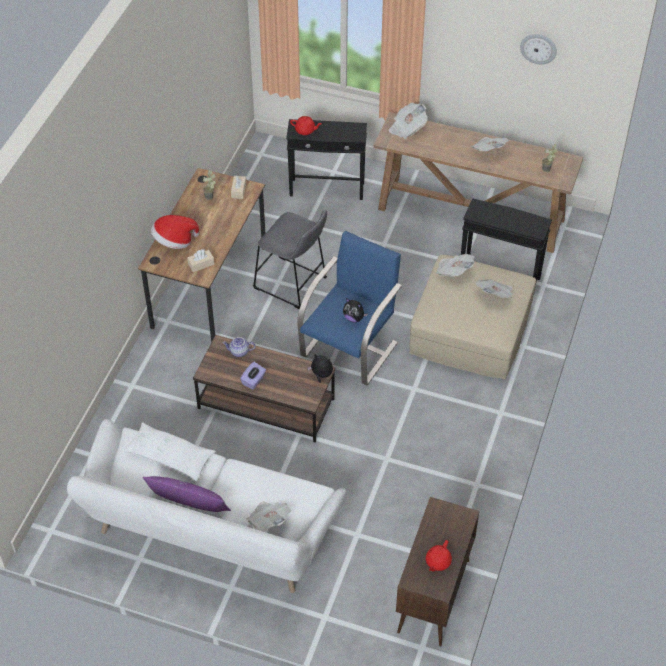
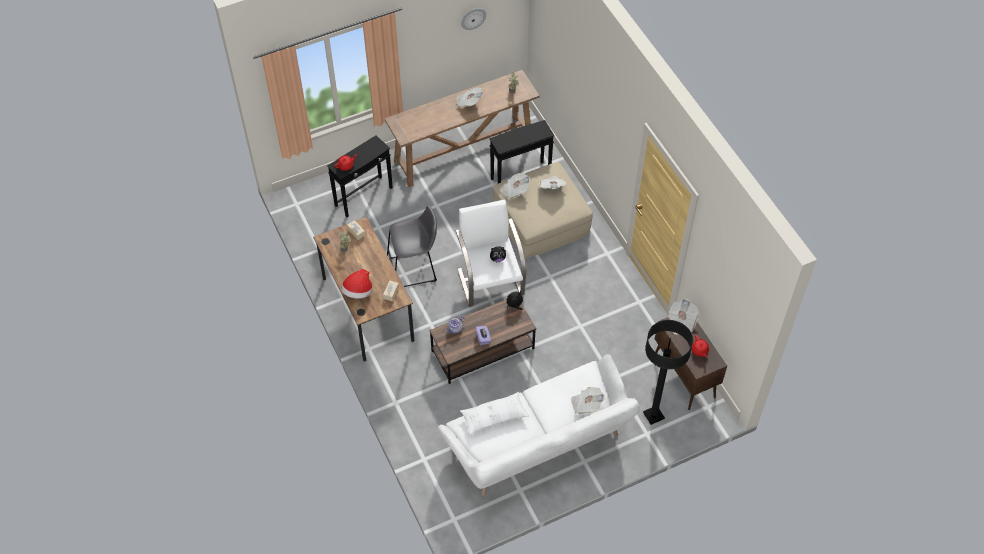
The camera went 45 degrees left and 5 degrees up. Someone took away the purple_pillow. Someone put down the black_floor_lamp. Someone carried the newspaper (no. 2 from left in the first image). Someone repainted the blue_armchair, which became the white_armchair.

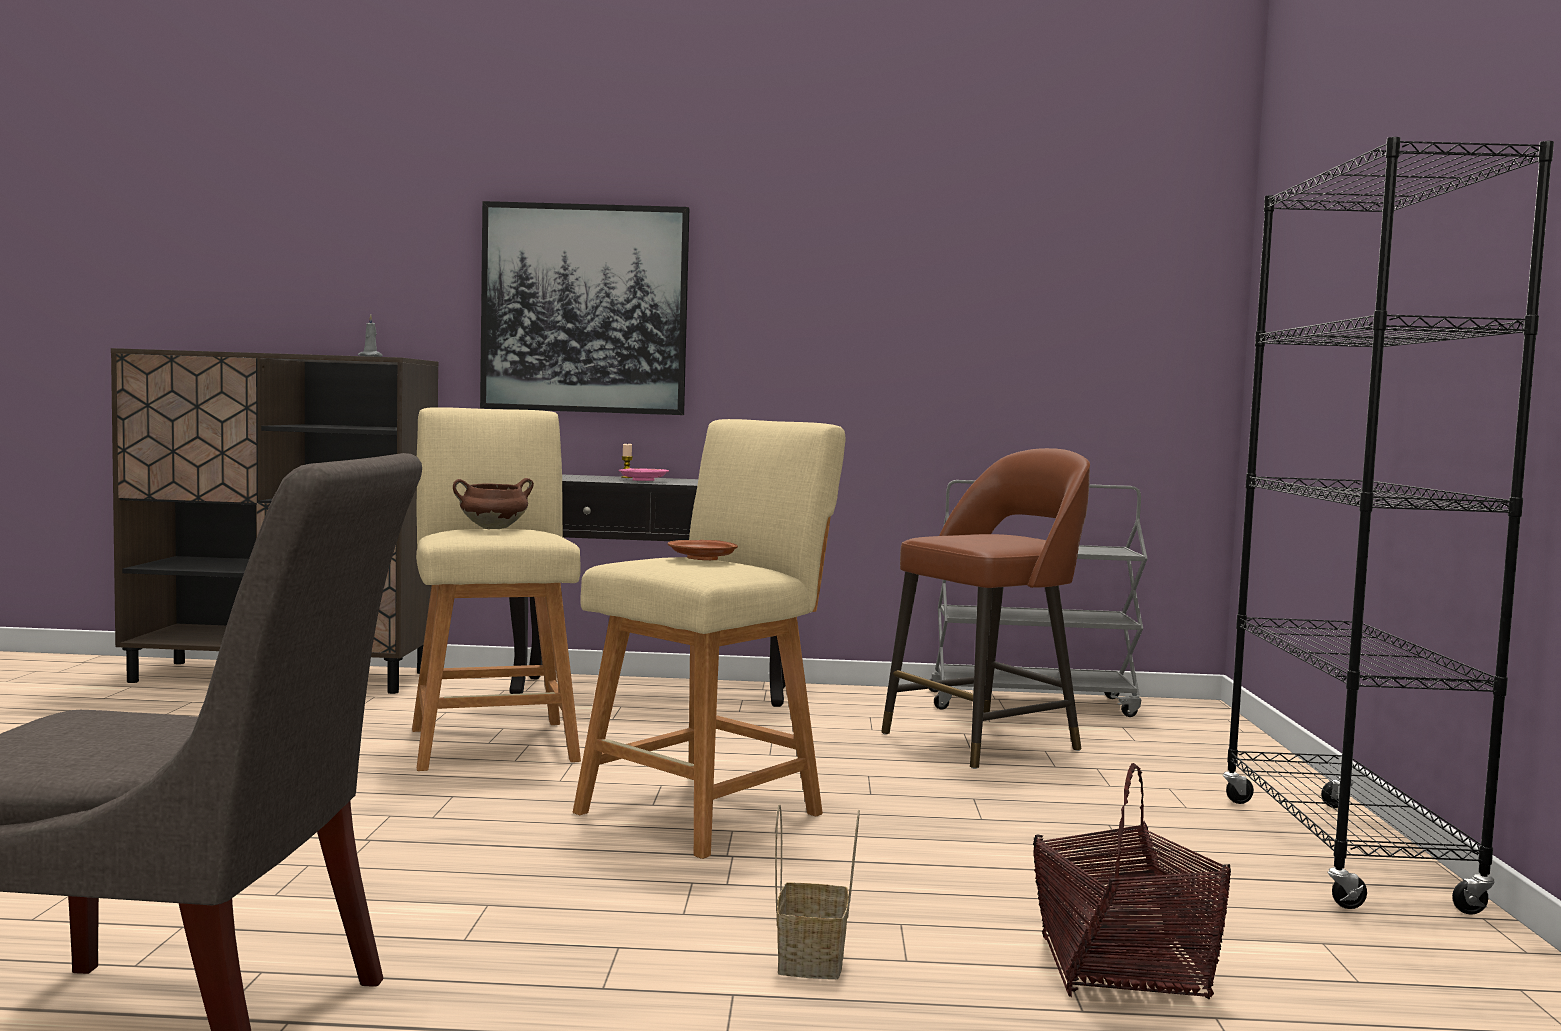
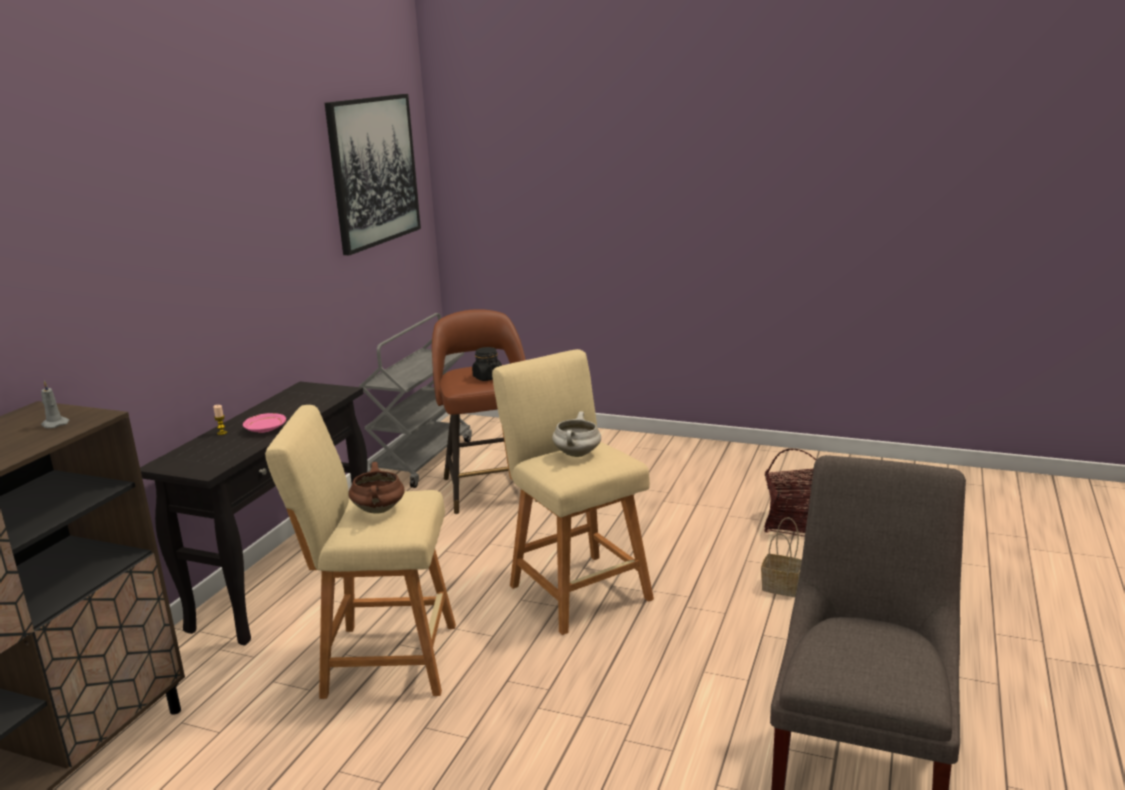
The camera went 70 degrees left and 15 degrees up. Someone took away the black_bookcase. Someone put down the black_jar. Someone carried the picture. Someone swapped the brown_plate for the white_cooking_pot.

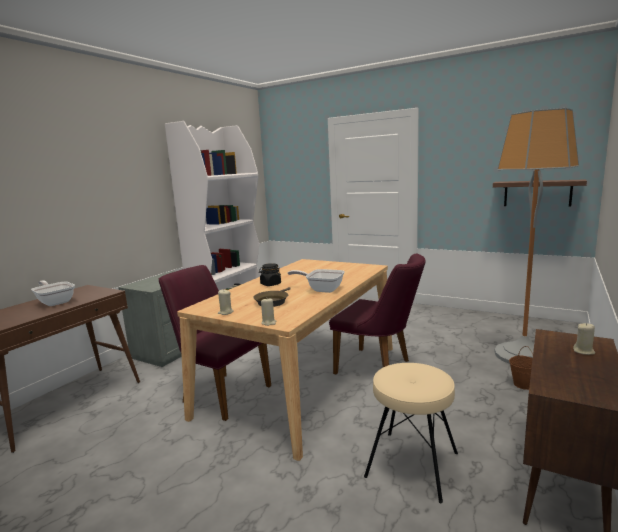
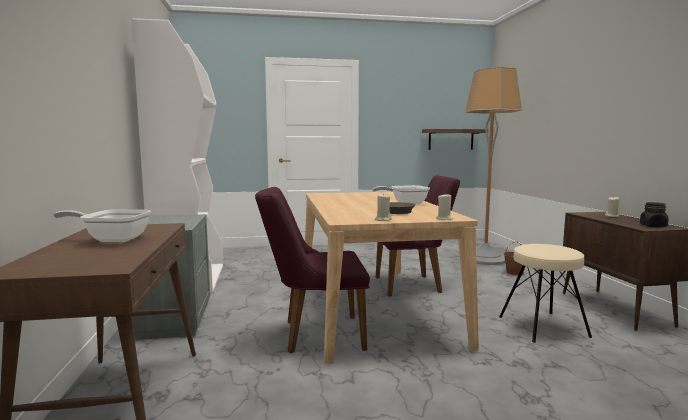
The camera went 40 degrees left and 5 degrees down. Someone carried the black_jar.

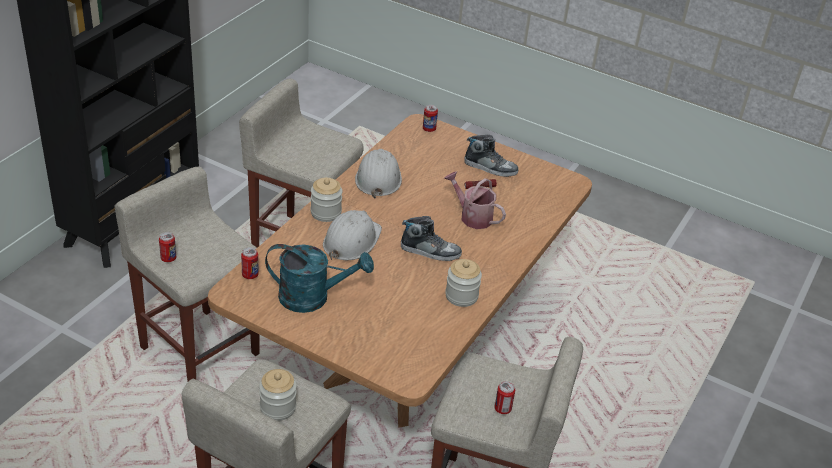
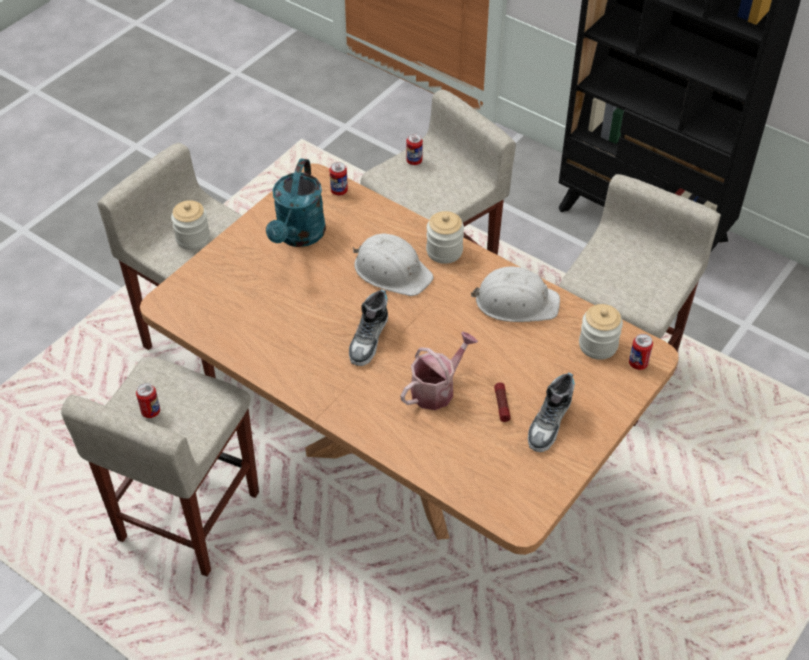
The camera went 100 degrees right and 10 degrees up. Someone carried the jar (no. 3 from left).

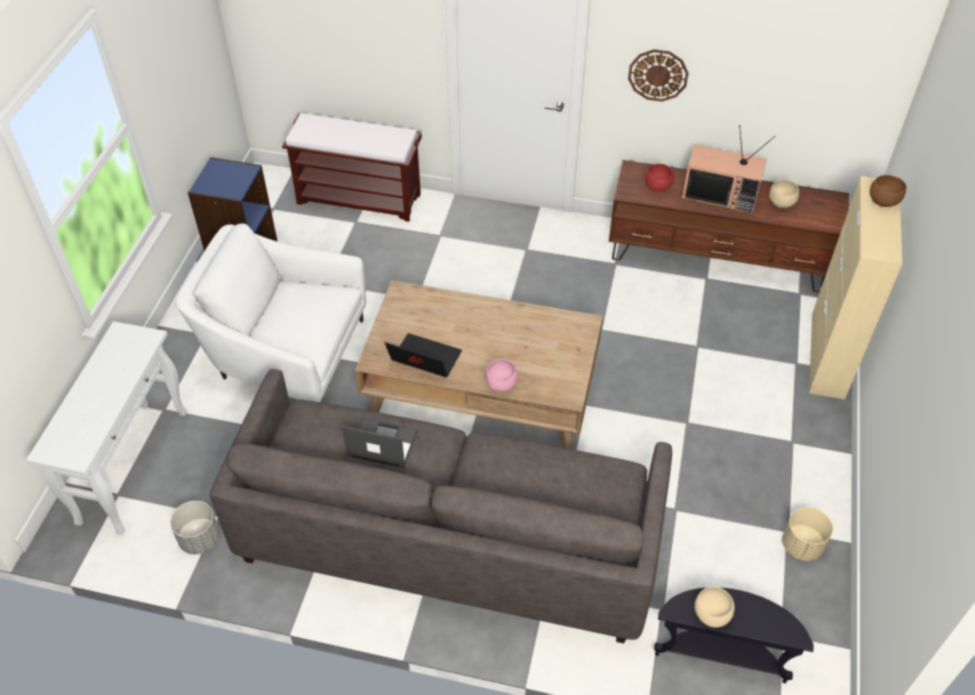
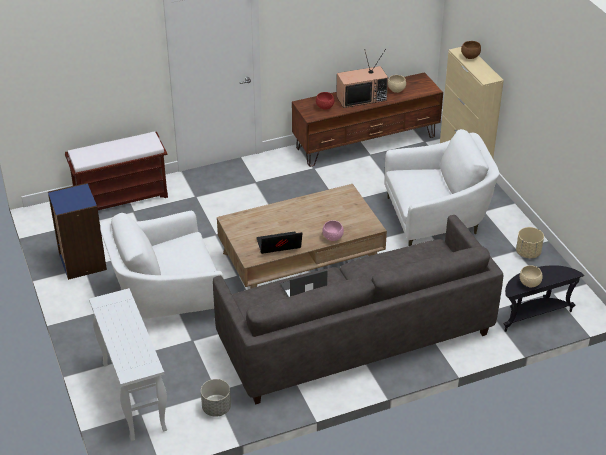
The camera went 35 degrees left and 10 degrees down. Someone took away the wall_clock. Someone put down the white_armchair (no. 2 from left).

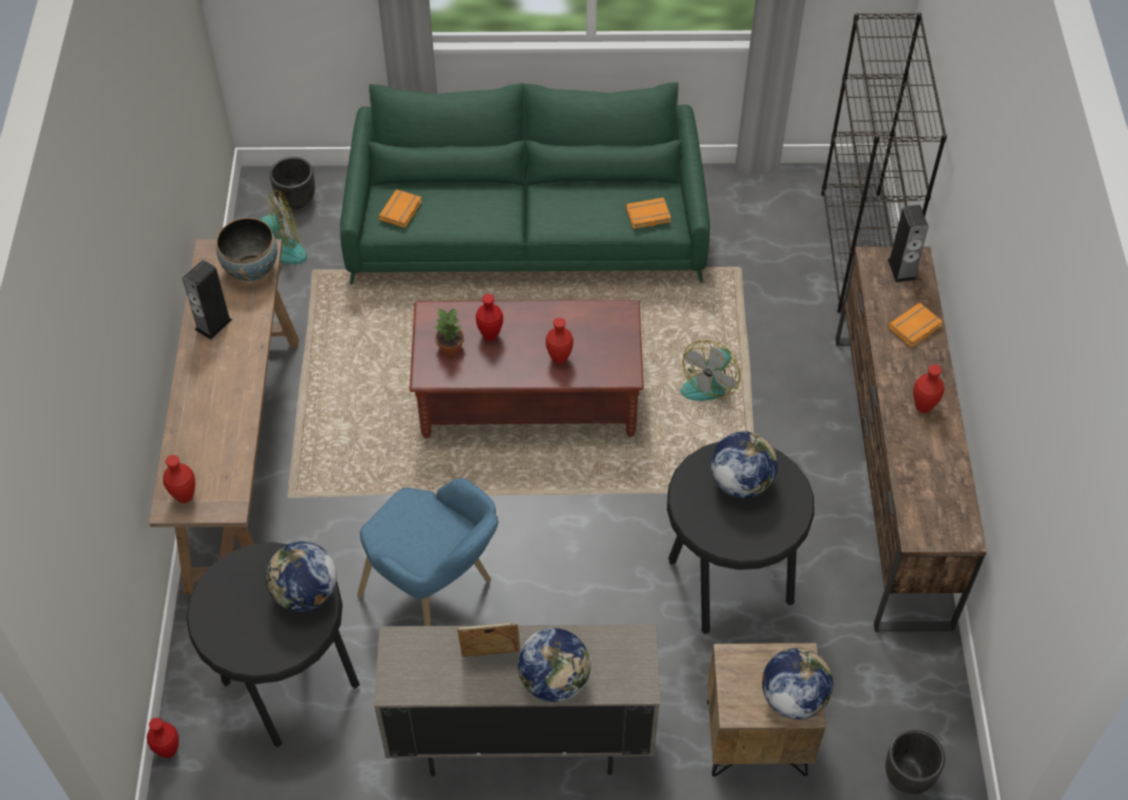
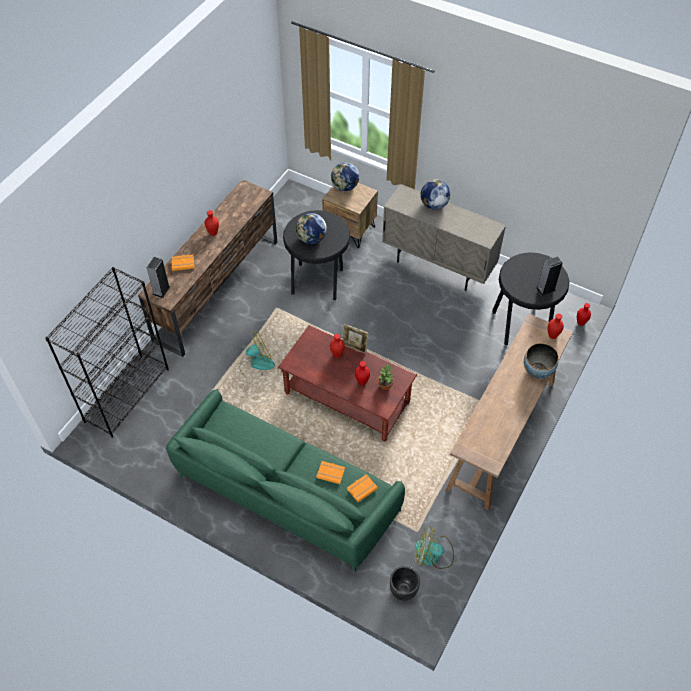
The camera went 150 degrees left and 0 degrees up. Someone took away the globe (no. 1 from left). Someone took away the blue_armchair. Someone took away the black_planter (no. 2 from left). Someone carried the speaker (no. 1 from left in the first image). Someone carried the bowl. Someone carried the picture_frame. Someone carried the orange_book (no. 2 from left).

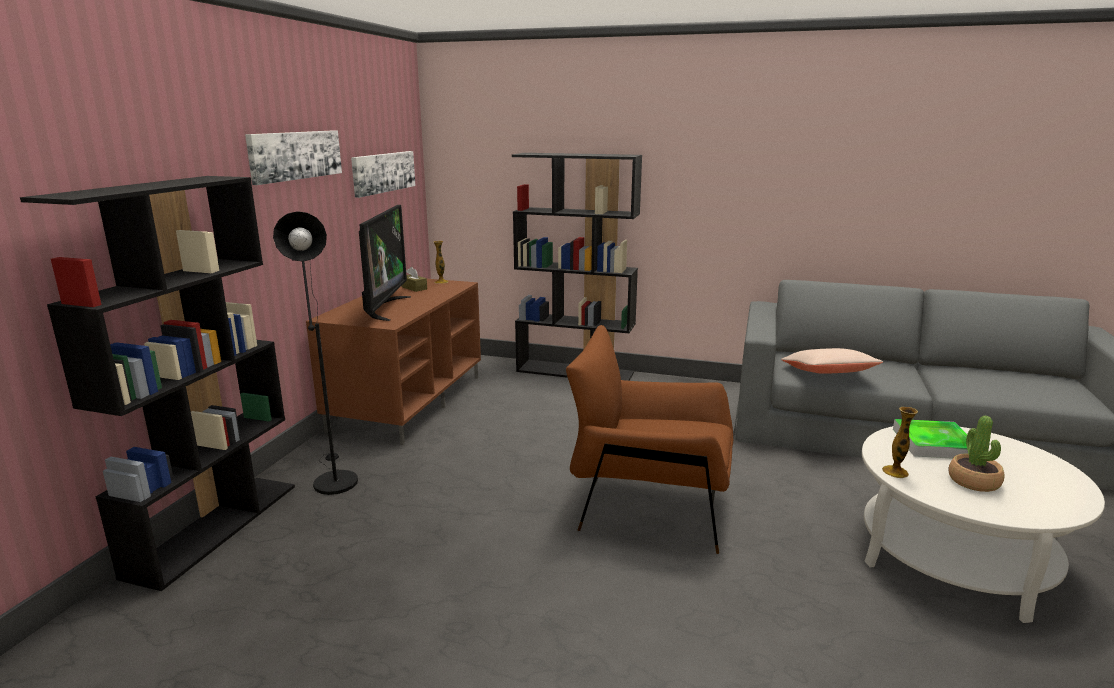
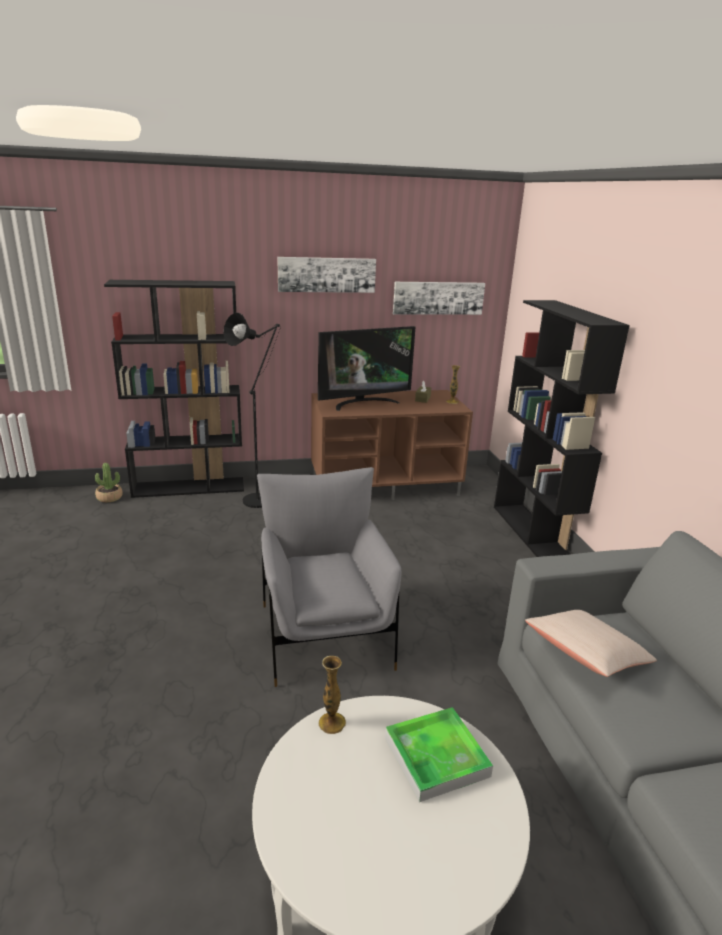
The camera went 60 degrees right and 5 degrees up. Someone carried the potted_plant. Someone repainted the brown_armchair, which became the grey_armchair.

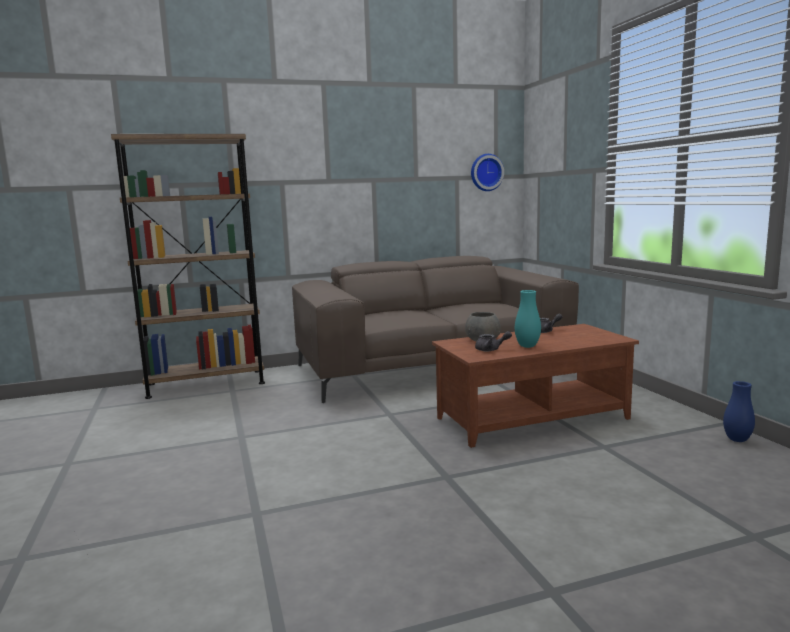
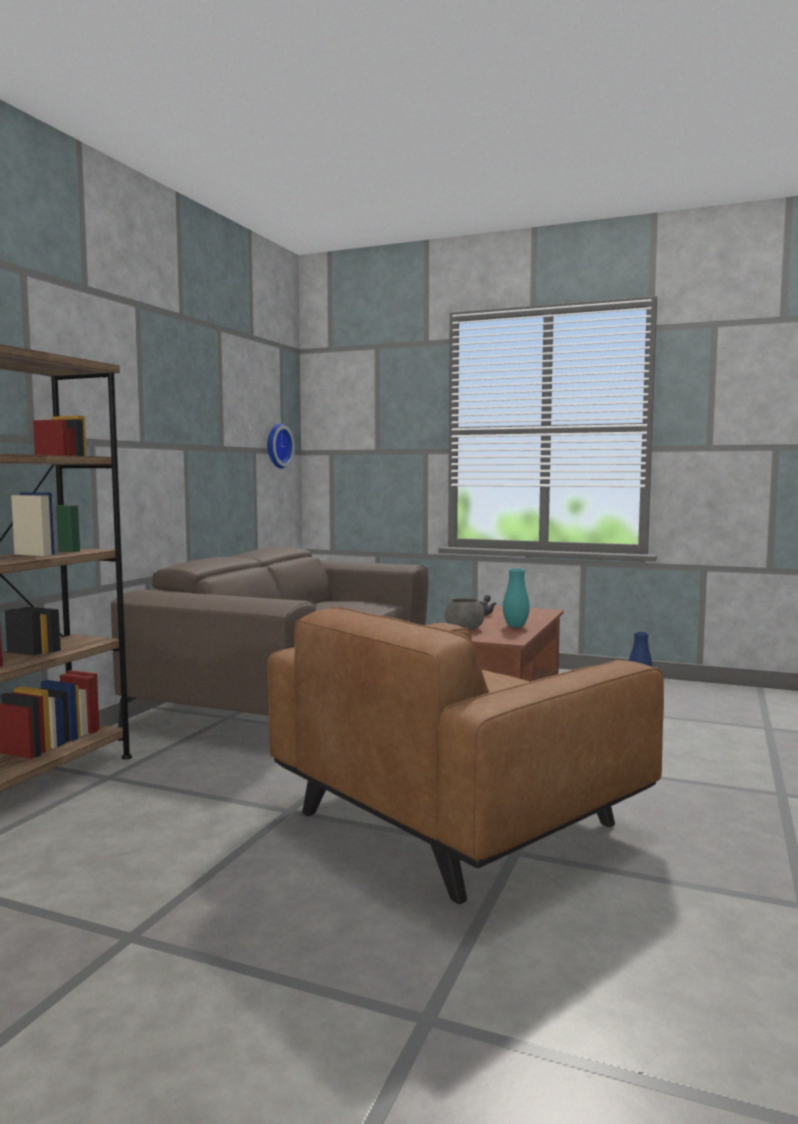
The camera went 50 degrees left and 5 degrees down. Someone took away the grey_teapot (no. 1 from left). Someone put down the brown_armchair.

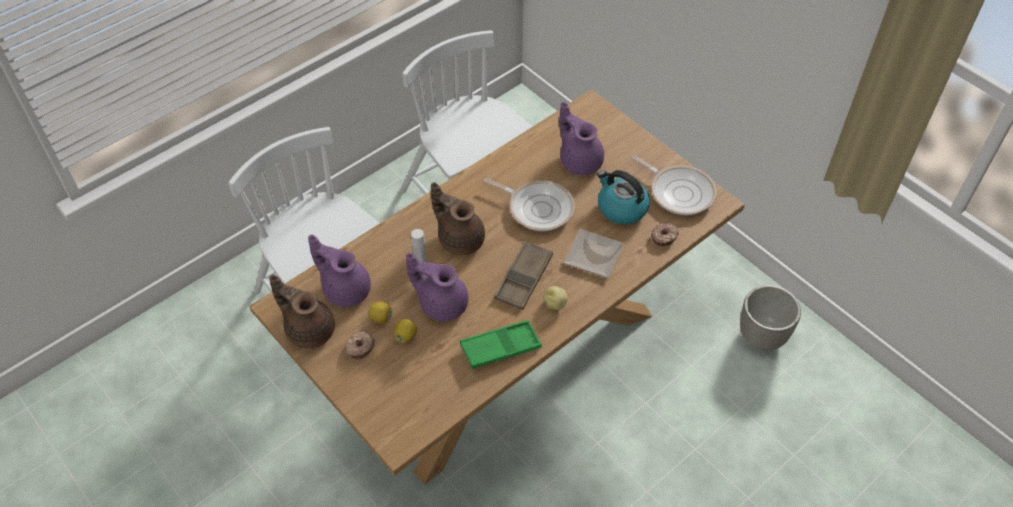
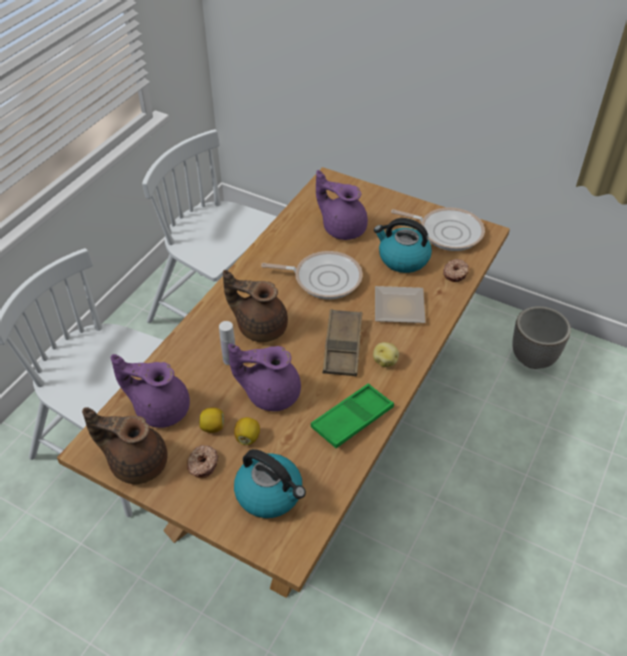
The camera went 20 degrees left and 5 degrees down. Someone put down the kettle (no. 1 from left).

